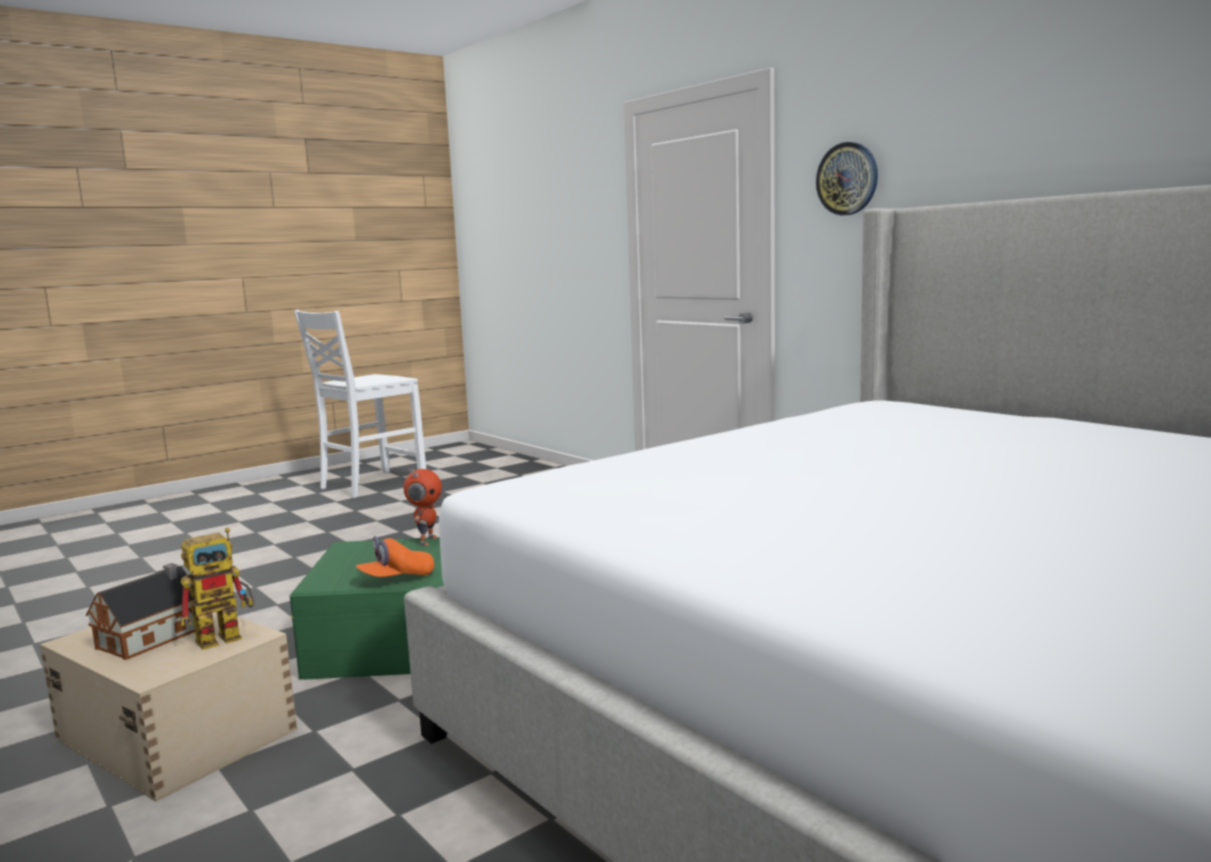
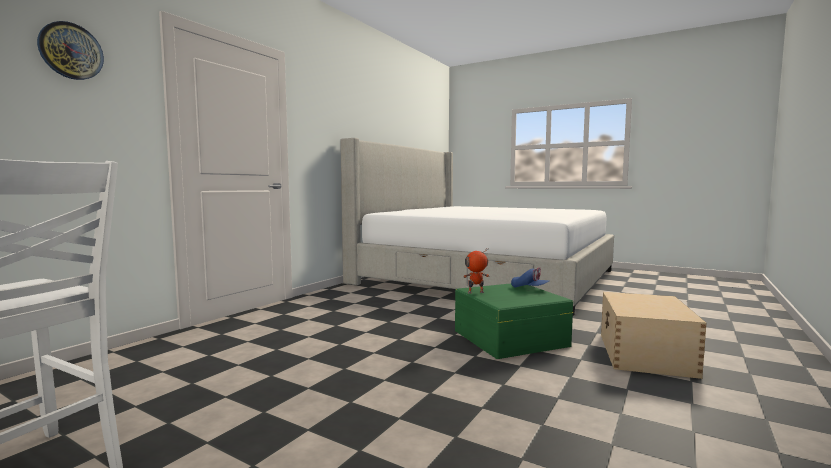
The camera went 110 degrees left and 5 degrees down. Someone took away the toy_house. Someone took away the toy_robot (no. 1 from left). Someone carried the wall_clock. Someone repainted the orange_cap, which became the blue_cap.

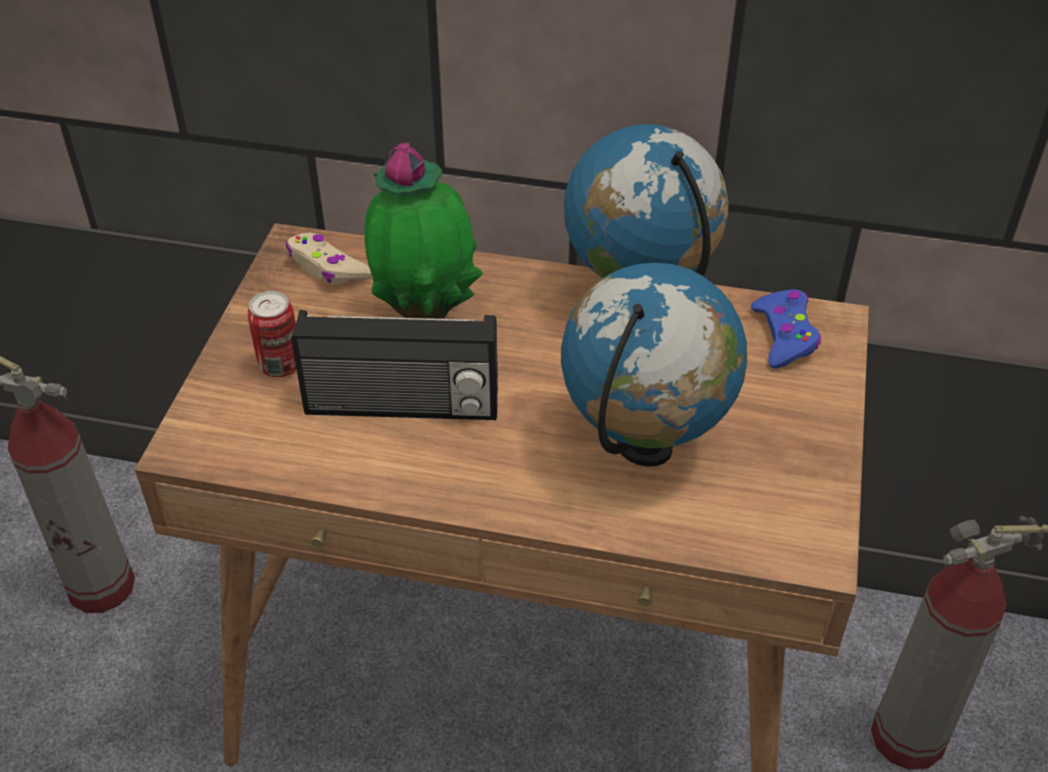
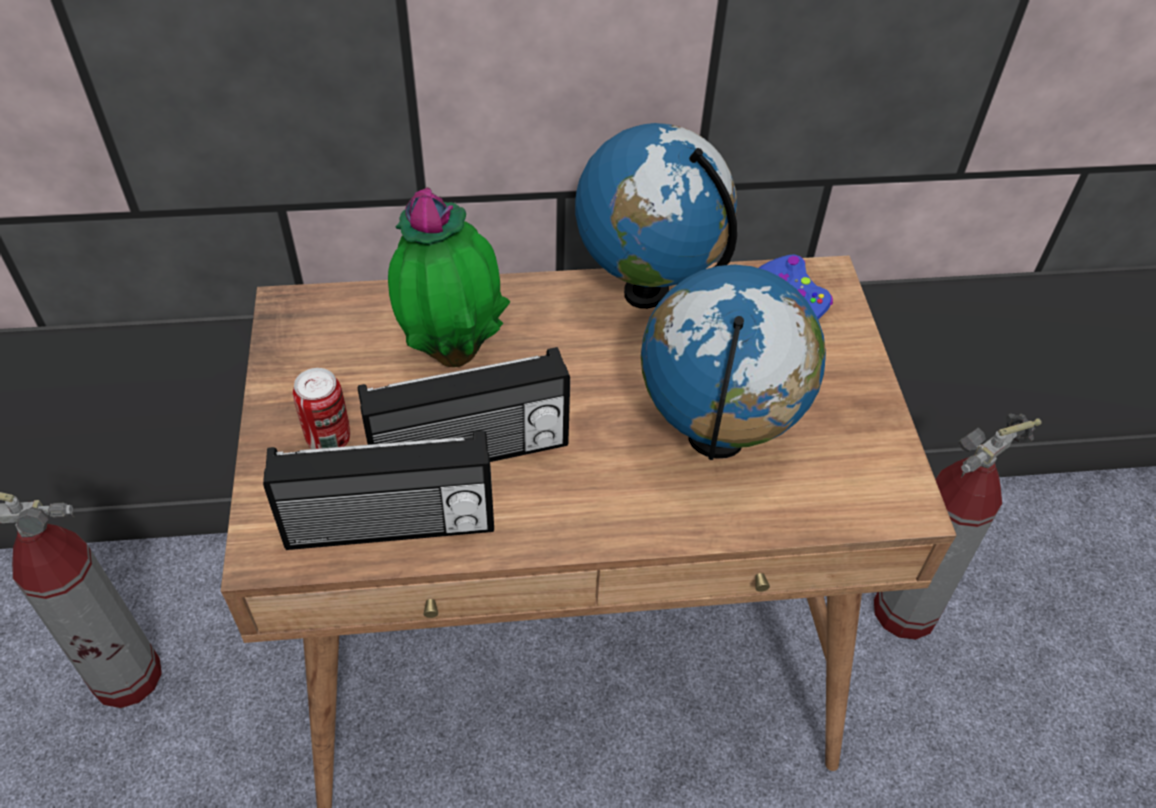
The camera went 20 degrees left and 5 degrees up. Someone took away the beige_game_controller. Someone put down the radio (no. 1 from left).

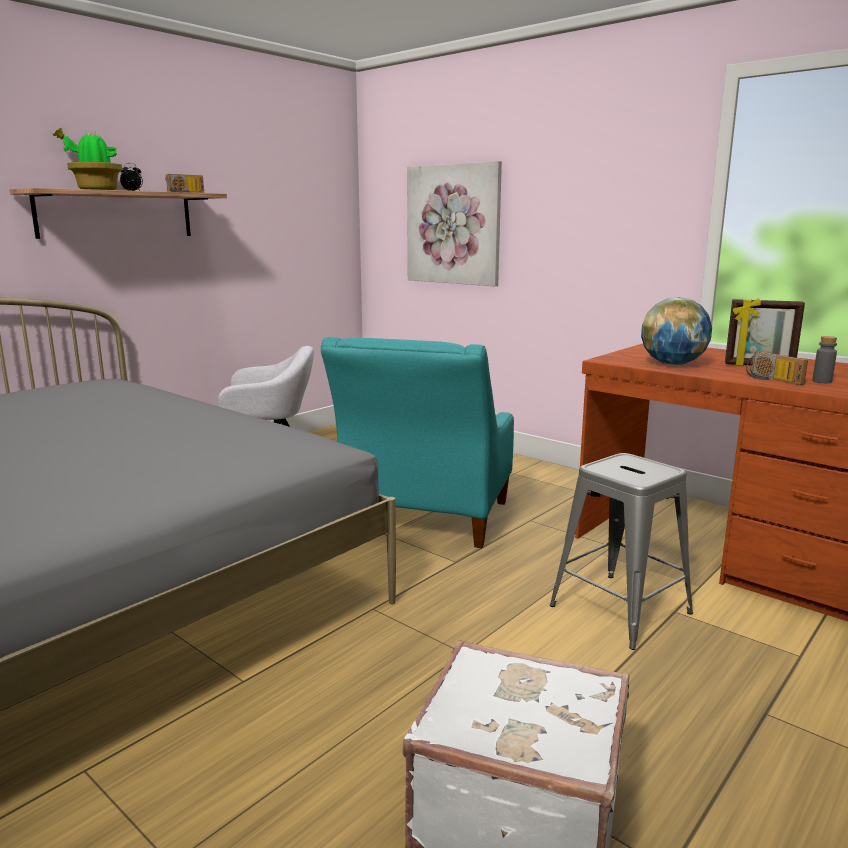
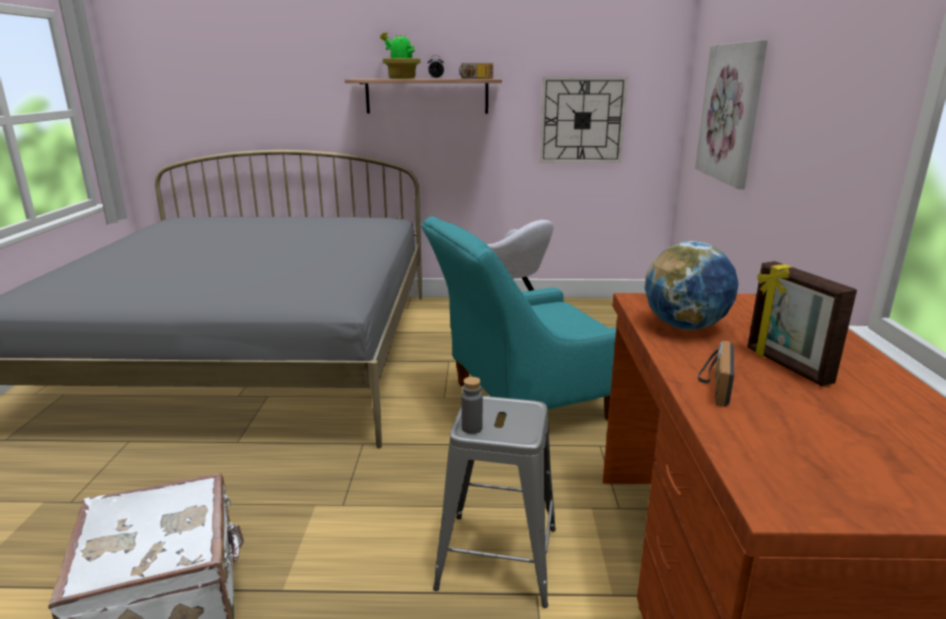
The camera went 50 degrees right and 5 degrees up. Someone put up the wall_clock. Someone carried the grey_bottle.

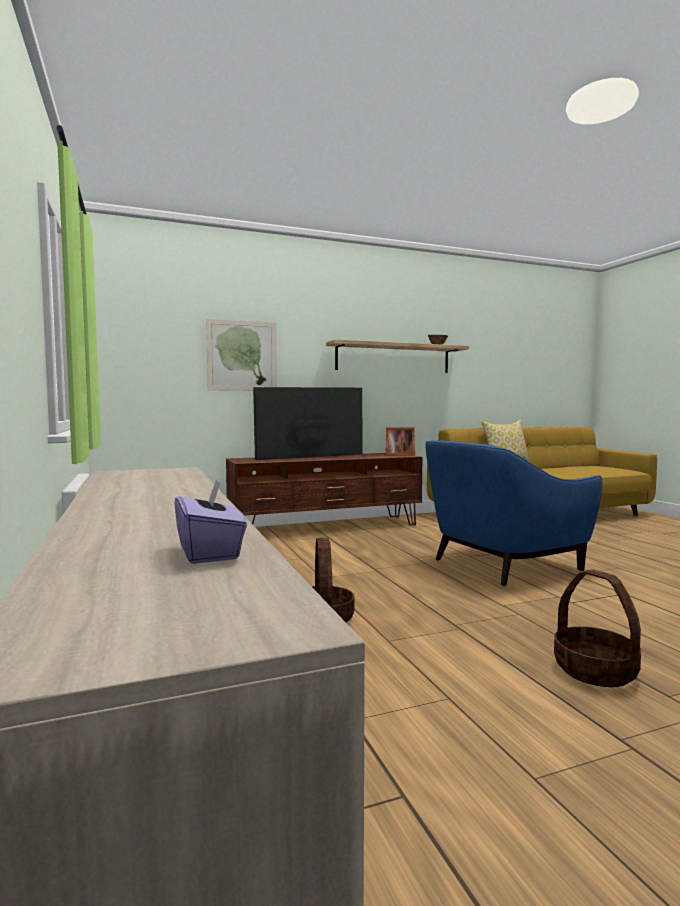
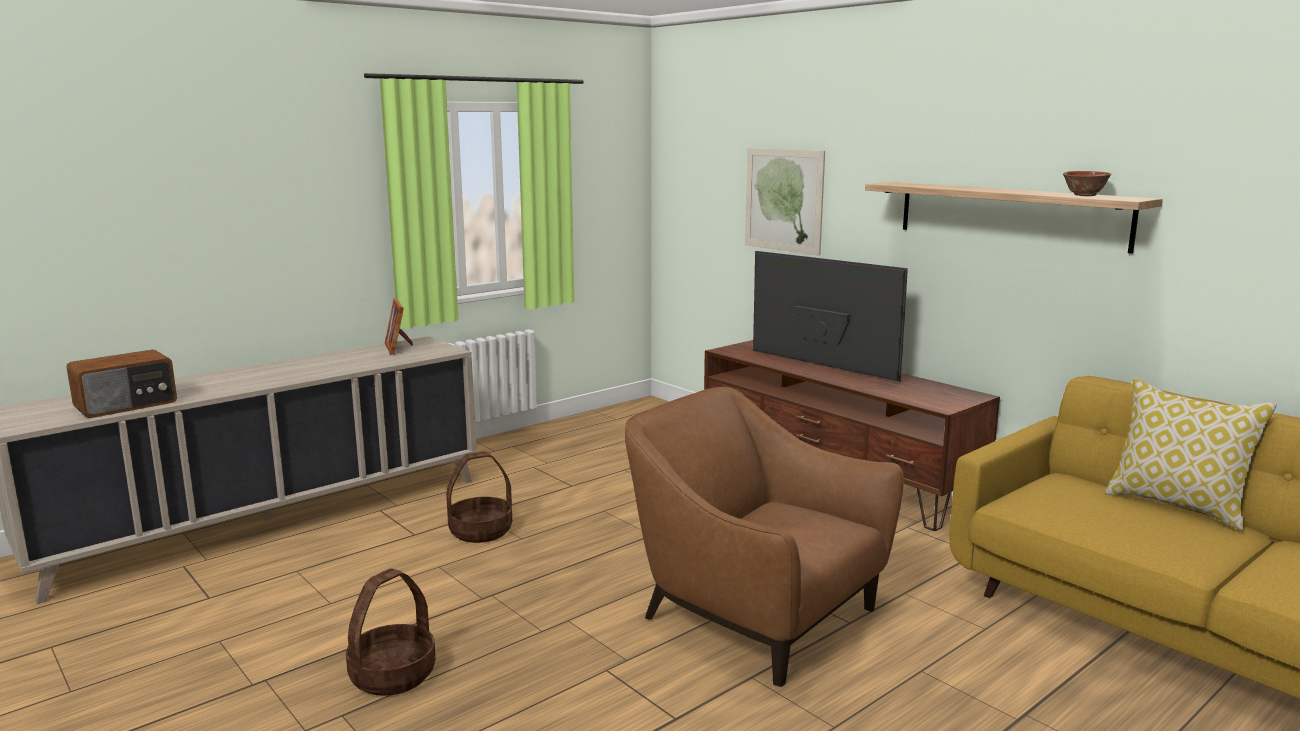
The camera went 70 degrees right and 10 degrees up. Someone carried the picture_frame. Someone swapped the purple_tissue_box for the radio. Someone repainted the blue_armchair, which became the brown_armchair.

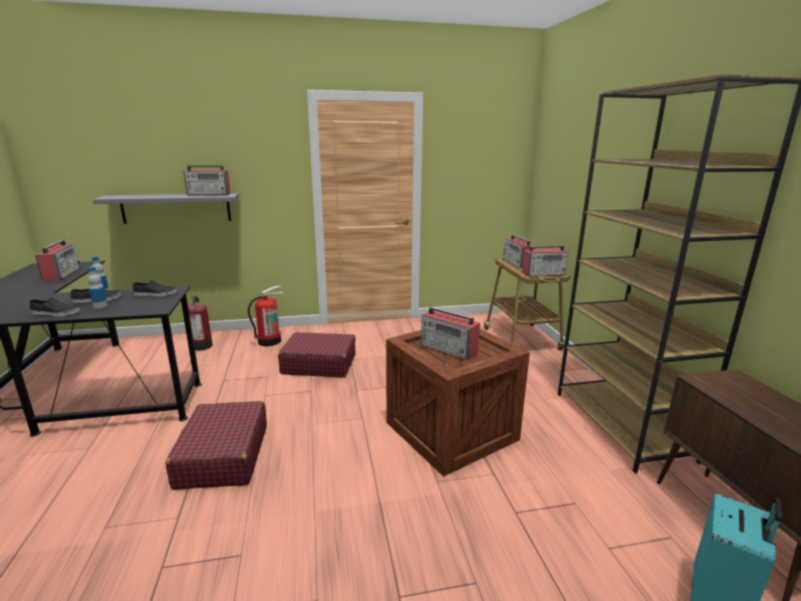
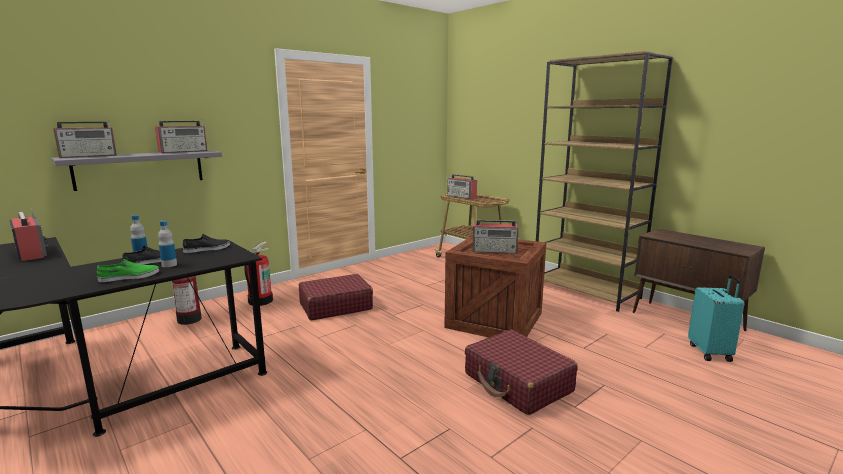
The camera went 30 degrees left and 5 degrees down. Someone carried the red_suitcase (no. 1 from left in the first image). Someone carried the radio (no. 5 from left in the first image). Someone repainted the black_shoe (no. 1 from left), which became the green_shoe.

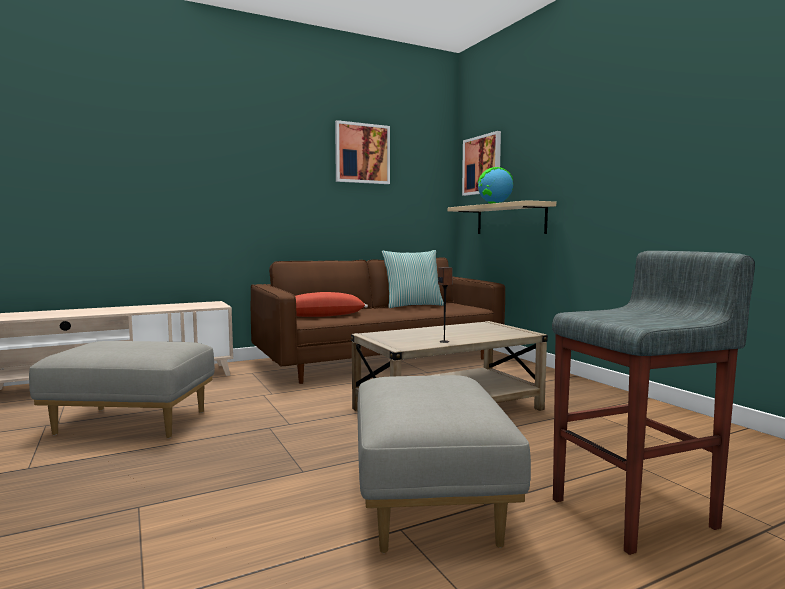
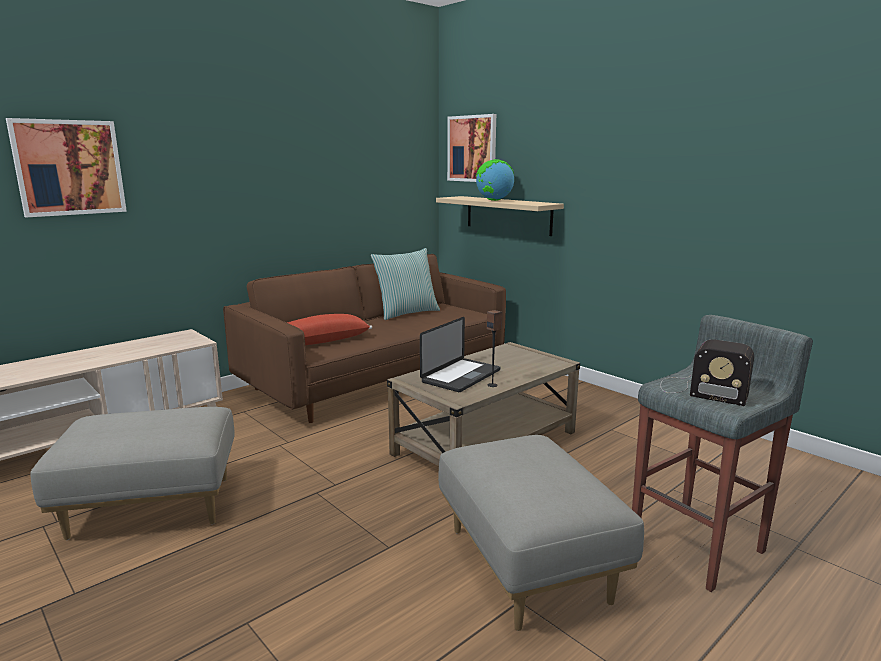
The camera went 15 degrees left and 10 degrees up. Someone put down the laptop. Someone put down the radio. Someone carried the picture (no. 1 from left).

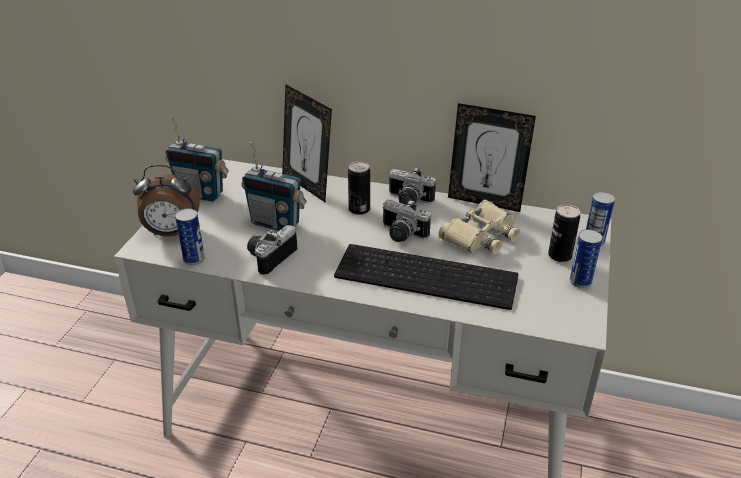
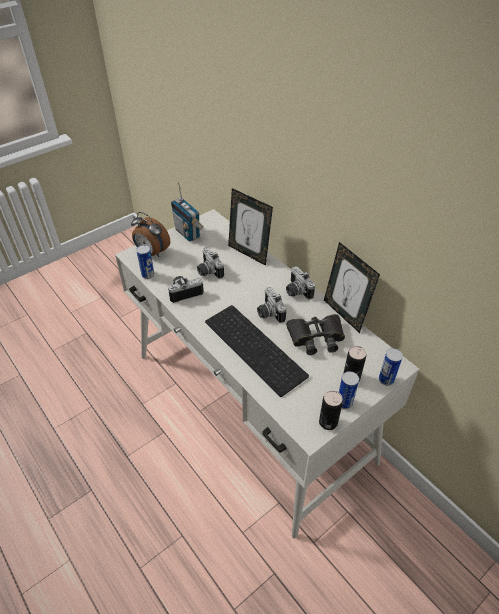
The camera went 35 degrees right and 10 degrees up. Someone carried the can (no. 2 from left). Someone swapped the radio (no. 2 from left) for the photo_camera (no. 2 from left). Someone repainted the beige_binoculars, which became the black_binoculars. Someone rotated the picture_frame (no. 1 from left) by 45 degrees counterclockwise.

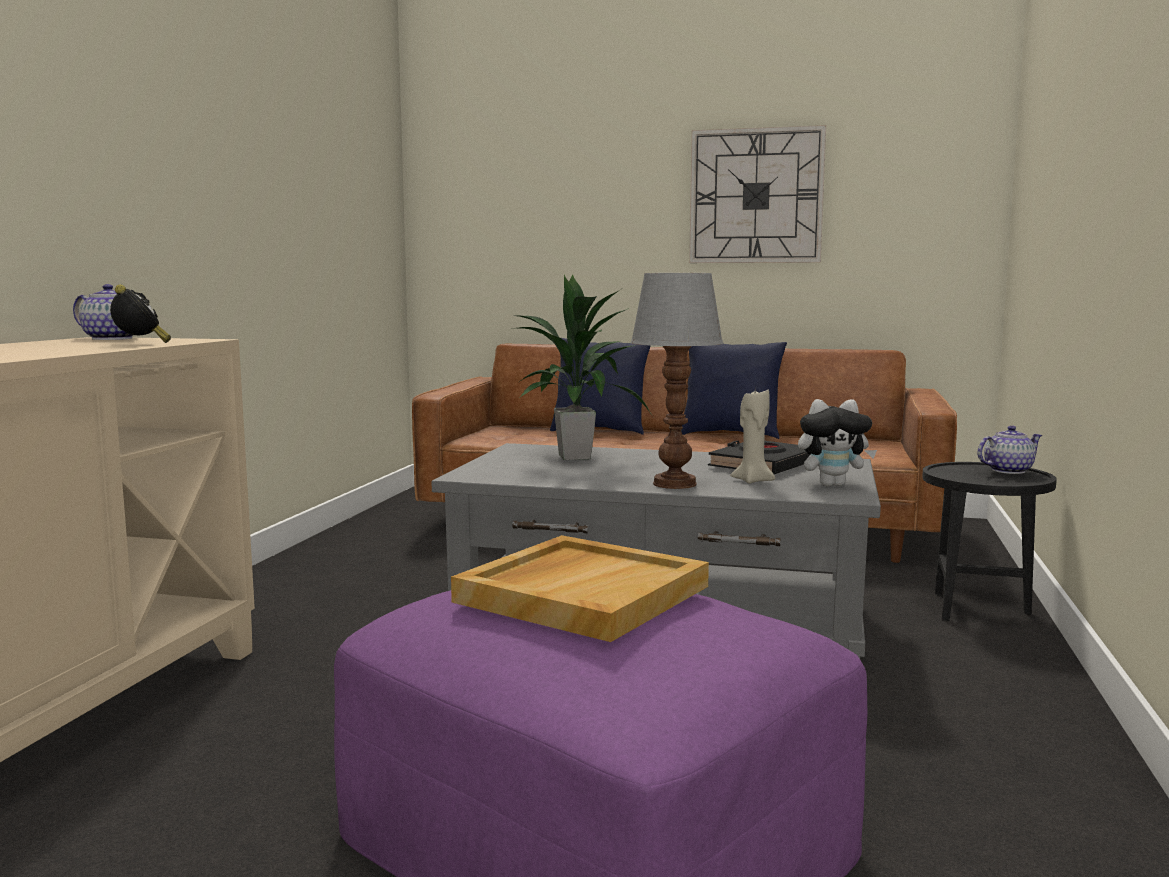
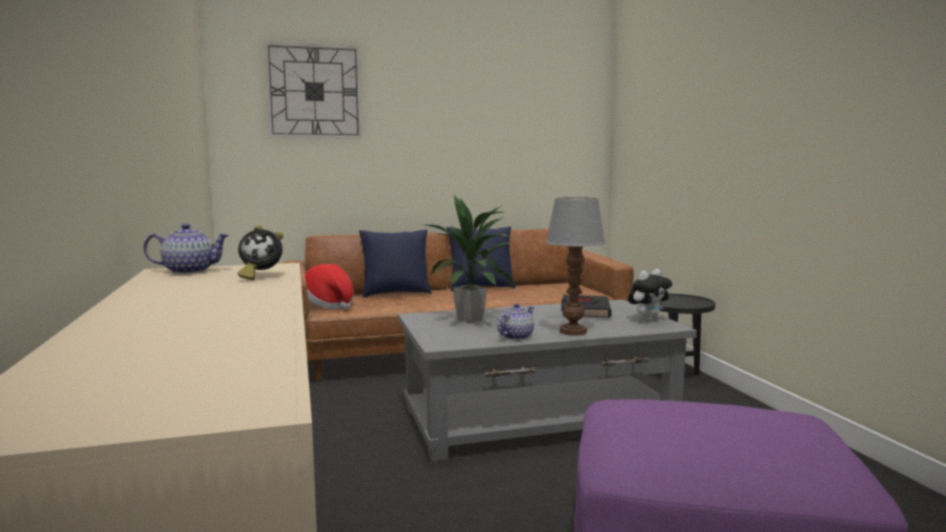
The camera went 30 degrees left and 0 degrees up. Someone took away the beige_tray. Someone took away the beige_candle. Someone put down the hat. Someone carried the wall_clock. Someone carried the teapot (no. 2 from left). Someone rotated the alarm_clock by 150 degrees clockwise.

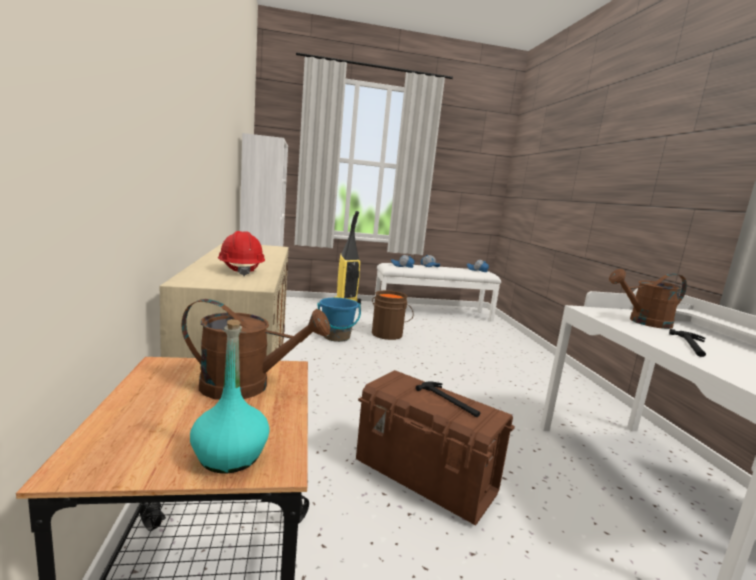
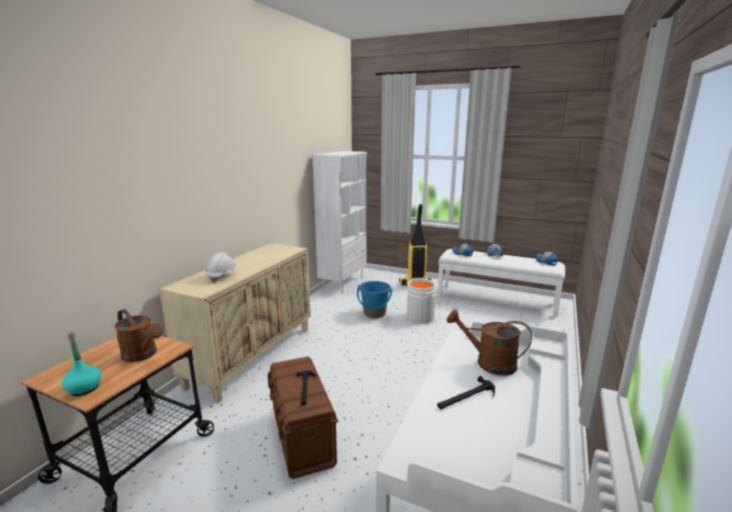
The camera went 35 degrees right and 5 degrees up. Someone repainted the red_hard_hat, which became the white_hard_hat. Someone repainted the brown_bucket, which became the white_bucket.

